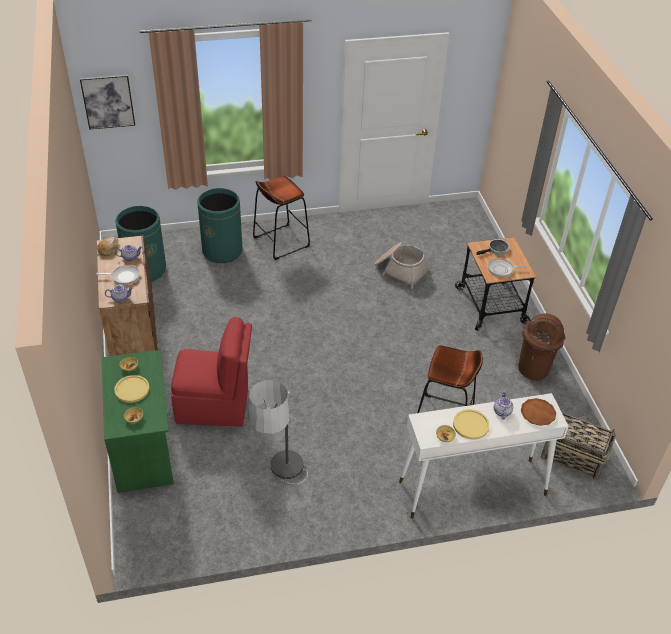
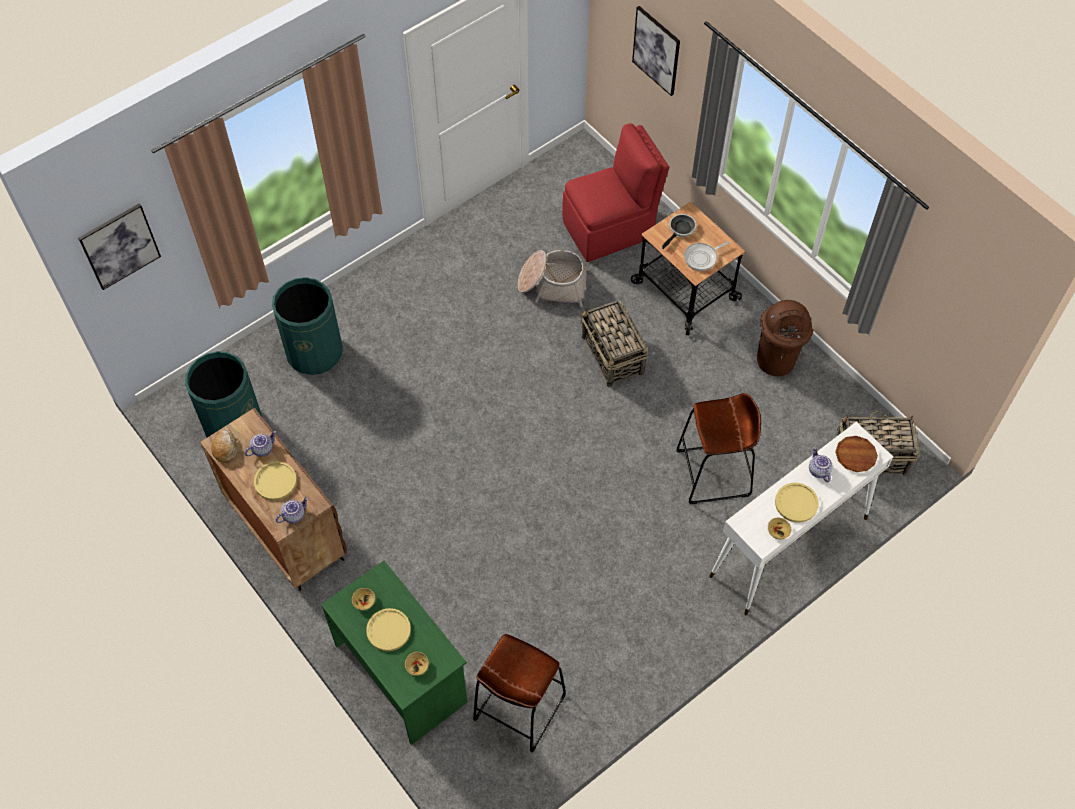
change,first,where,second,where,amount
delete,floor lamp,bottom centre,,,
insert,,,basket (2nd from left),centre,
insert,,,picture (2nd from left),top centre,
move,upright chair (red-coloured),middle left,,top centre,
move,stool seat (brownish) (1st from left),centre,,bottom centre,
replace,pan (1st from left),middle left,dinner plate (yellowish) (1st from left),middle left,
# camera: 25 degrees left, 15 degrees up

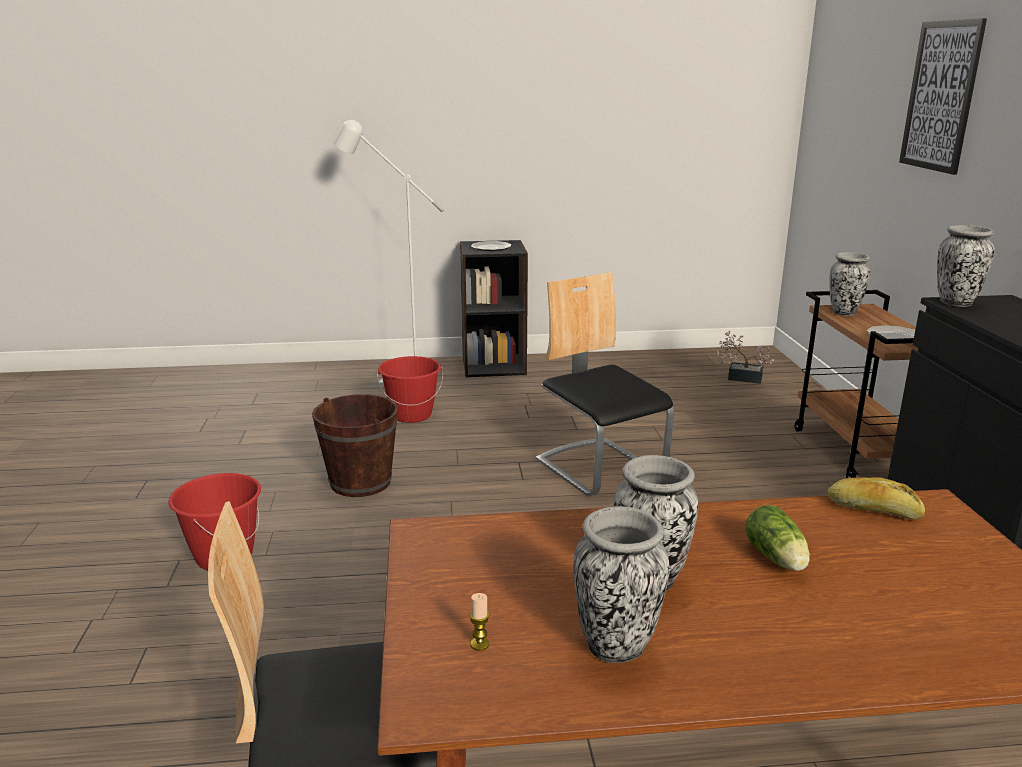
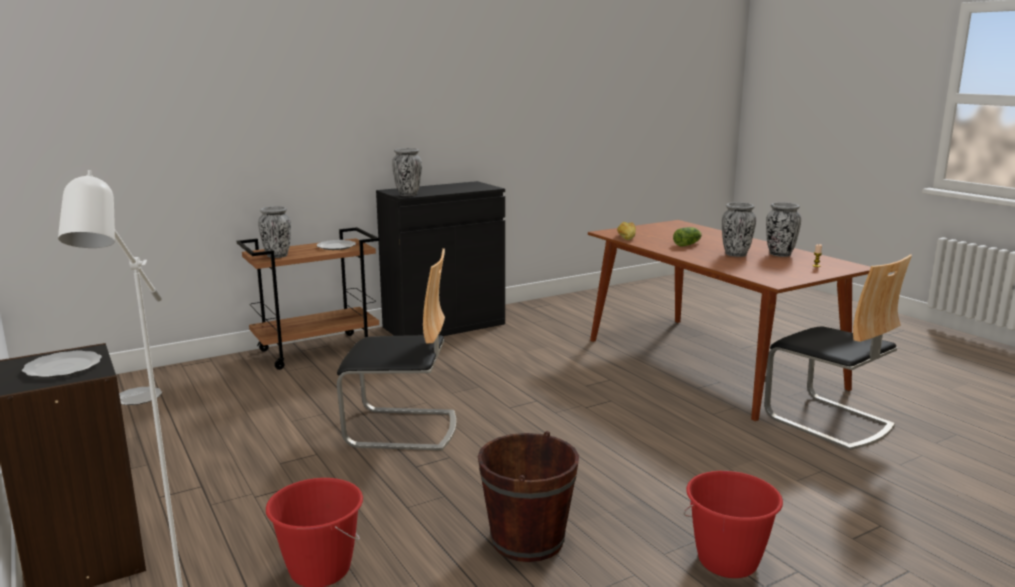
change,first,where,second,where,amount
delete,picture,top right,,,
replace,plant in a pot,middle right,dinner plate (2nd from left),bottom left,
rotate,upright chair (2nd from left in the first image),centre,upright chair (1st from left),centre,120 degrees counterclockwise
# camera: 115 degrees left, 5 degrees down

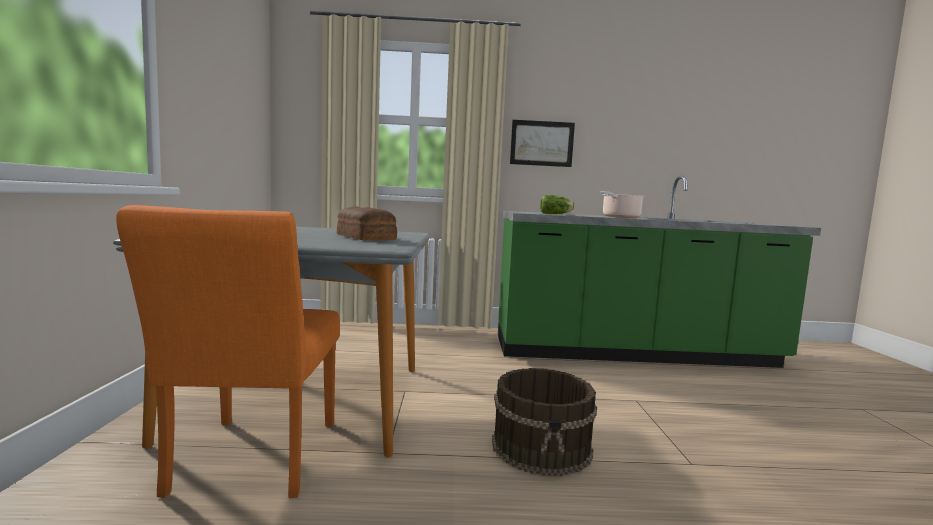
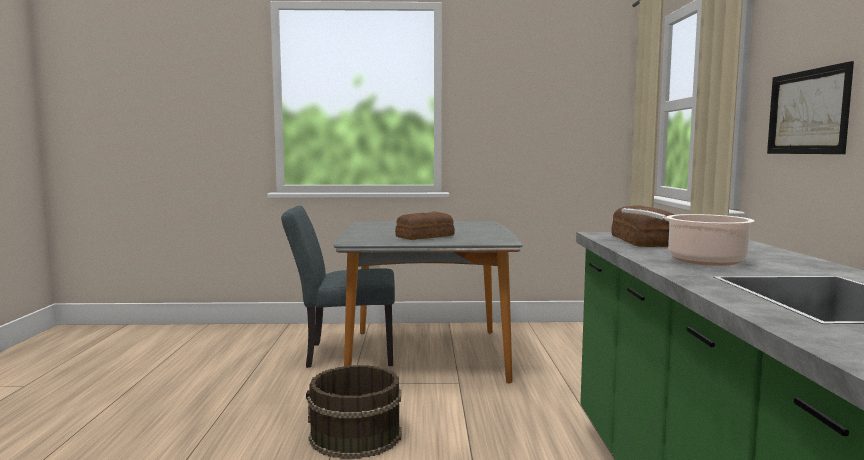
change,first,where,second,where,amount
replace,lettuce head,centre,baked bread (2nd from left),middle right,
recolor,upright chair (orange-coloured),bottom left,upright chair (gray),centre,
# camera: 90 degrees right, 0 degrees up

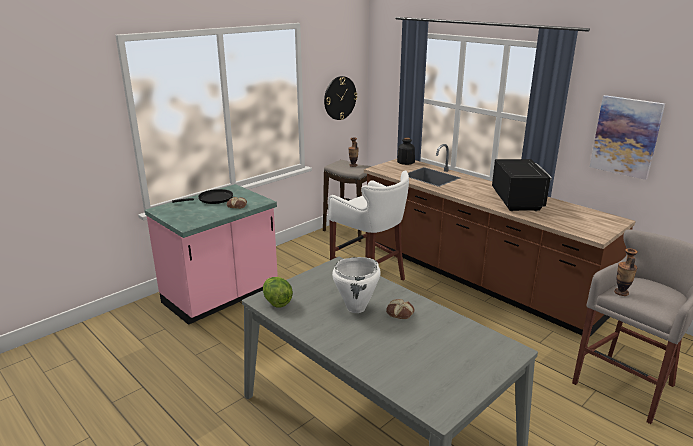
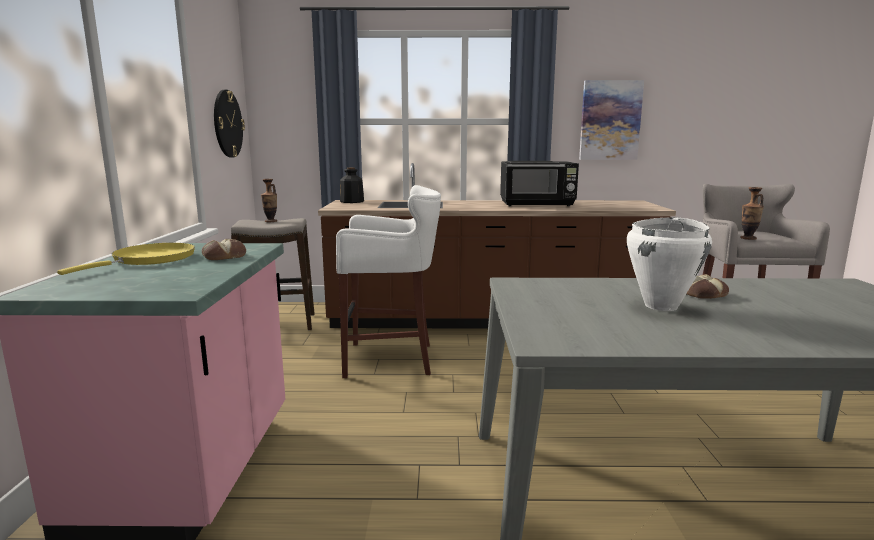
change,first,where,second,where,amount
delete,lettuce head,centre,,,
recolor,pan (black-coloured),middle left,pan (yellowish),middle left,
rotate,kitchen microwave (black-coloured),middle right,,centre,135 degrees clockwise
# camera: 45 degrees left, 10 degrees down

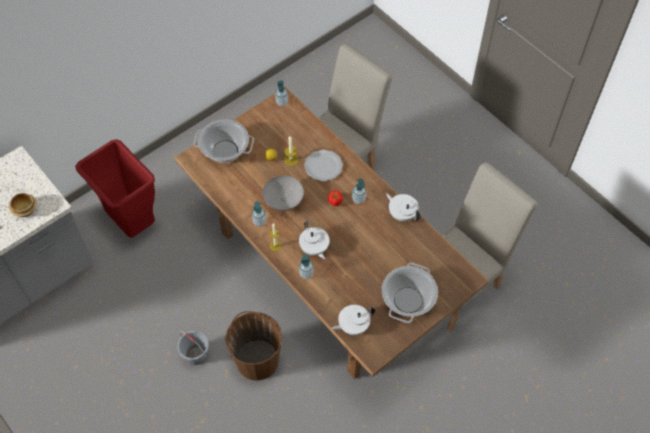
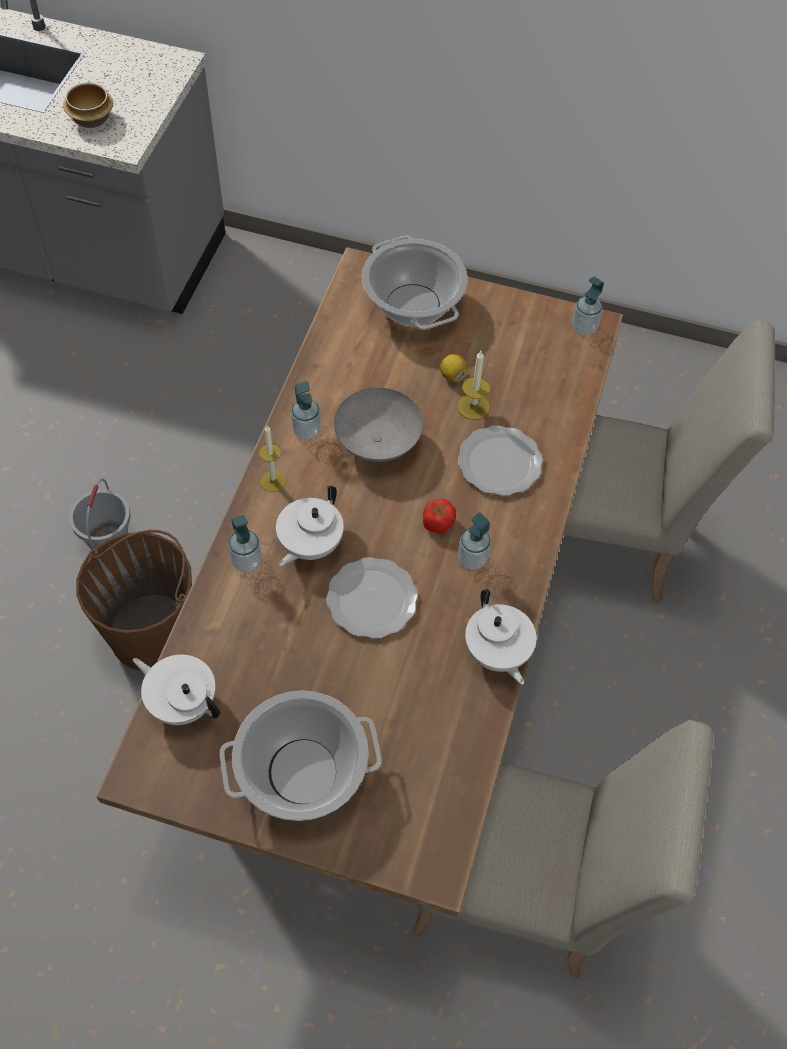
change,first,where,second,where,amount
delete,trash can (red-coloured),middle left,,,
insert,,,dinner plate (1st from left),centre,
rotate,teapot (whitish) (3rd from left),centre,,centre,150 degrees clockwise
# camera: 55 degrees right, 0 degrees up

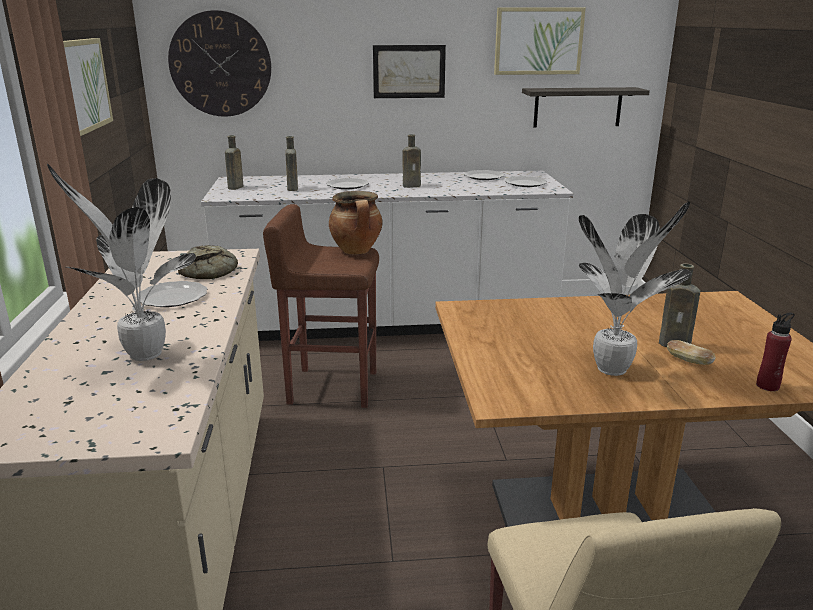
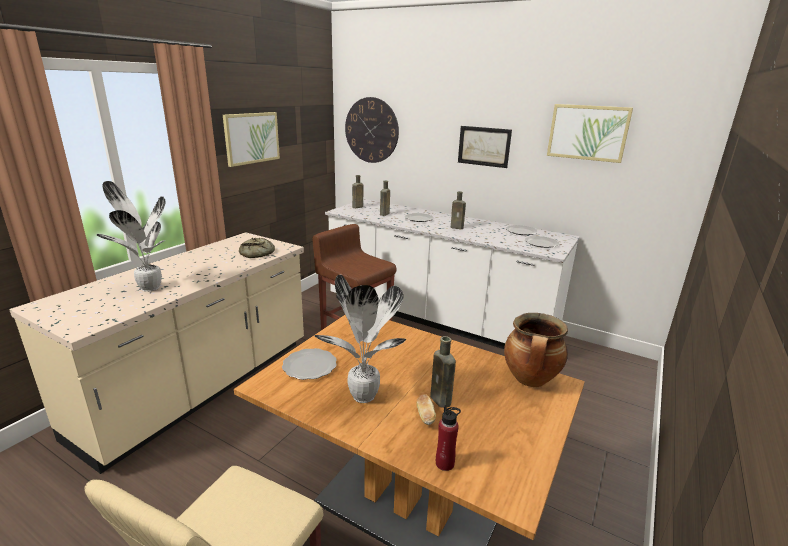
change,first,where,second,where,amount
delete,bracket shelf,top right,,,
move,dinner plate (1st from left),middle left,,bottom centre,
move,stockpot,centre,,middle right,
# camera: 35 degrees right, 0 degrees up

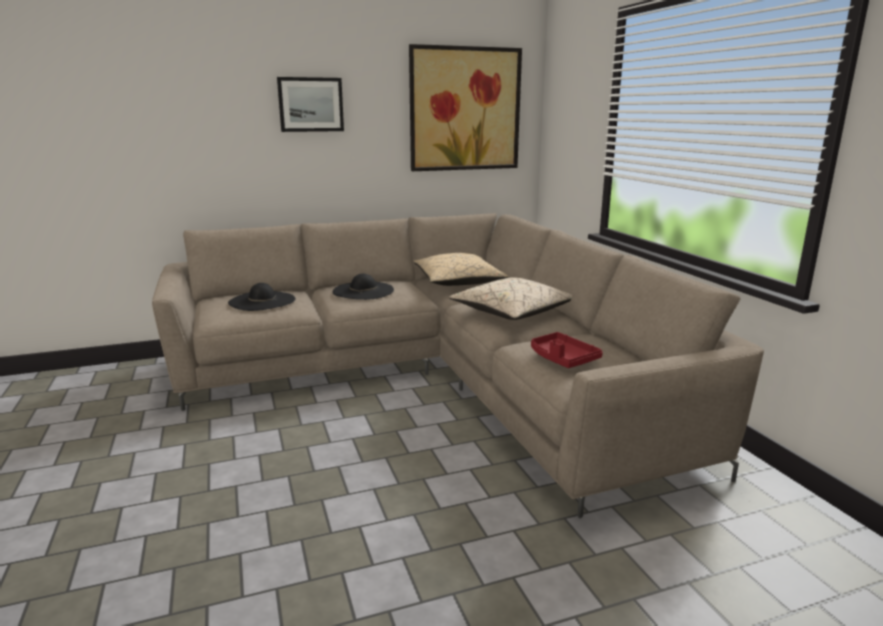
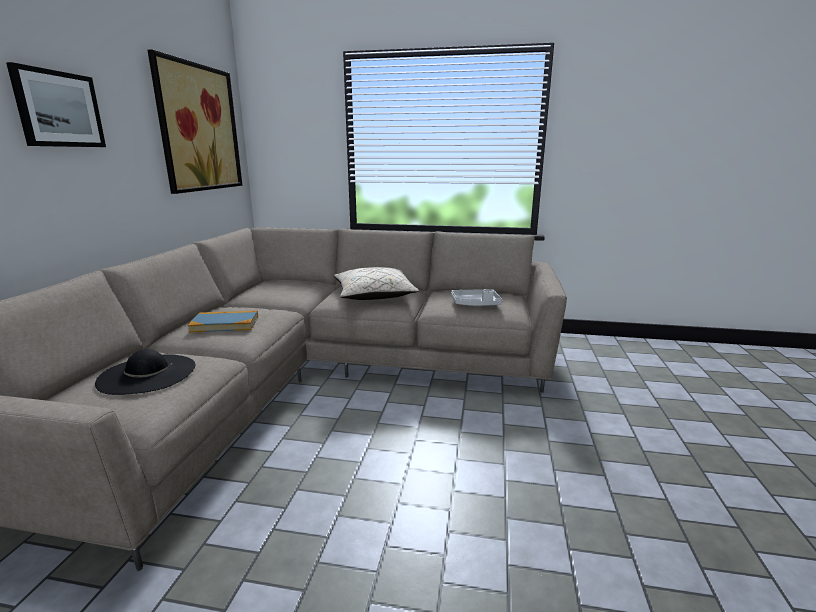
change,first,where,second,where,amount
delete,throw pillow (beige-coloured) (1st from left),centre,,,
replace,wearable hat (black-coloured) (2nd from left),centre,bound book,middle left,
recolor,serving tray (red-coloured),centre,serving tray (gray),centre,
# camera: 60 degrees left, 0 degrees up

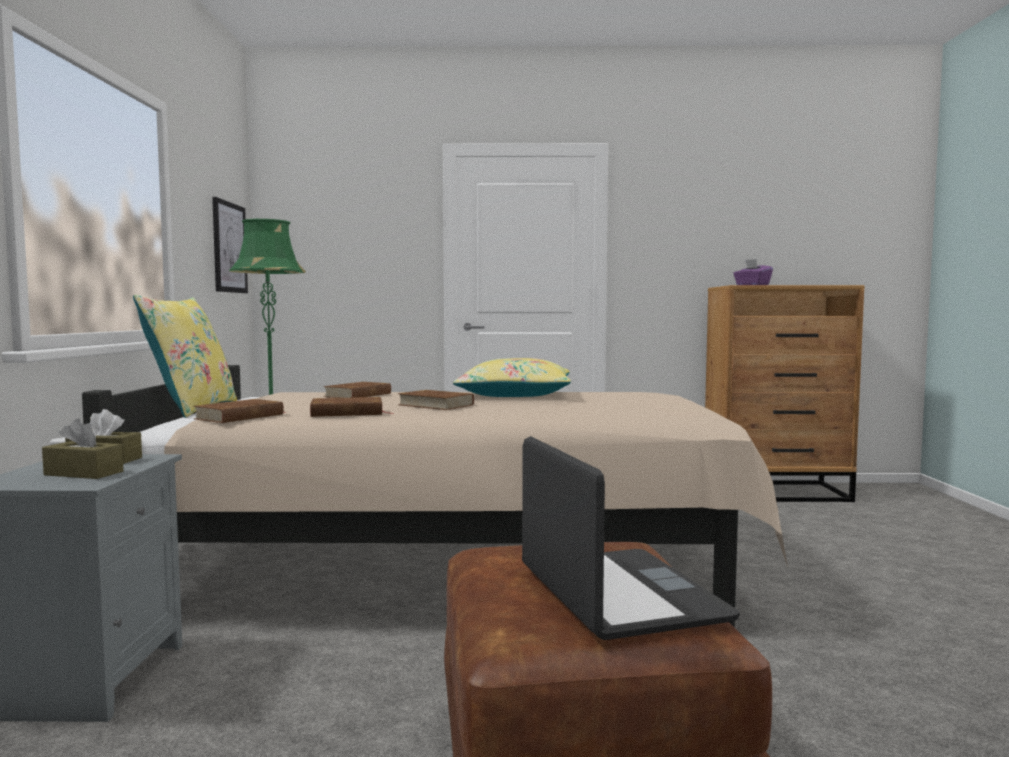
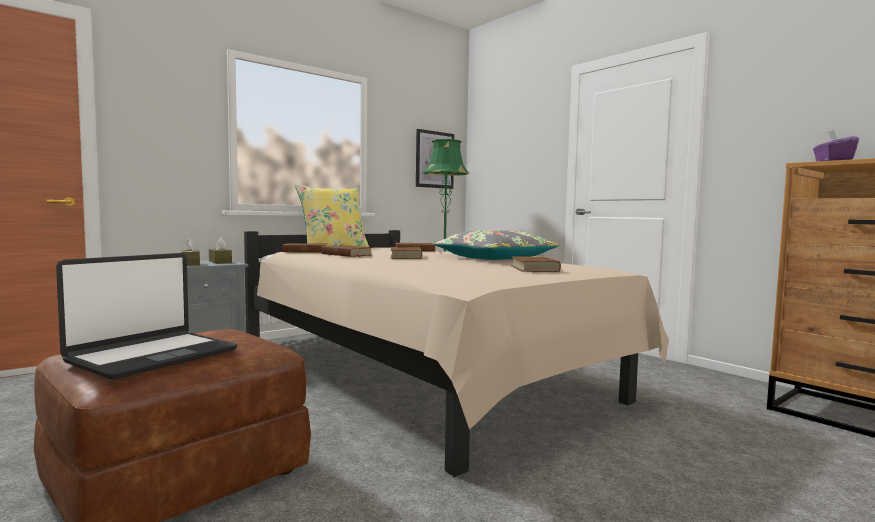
change,first,where,second,where,amount
insert,,,bound book (brownish) (5th from left),centre,
recolor,throw pillow (yellowish) (2nd from left),centre,throw pillow (gray),centre,
# camera: 50 degrees right, 0 degrees up

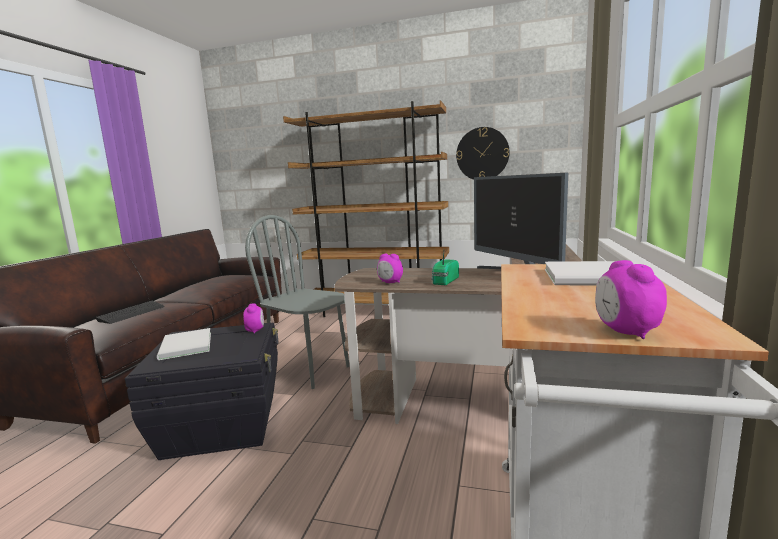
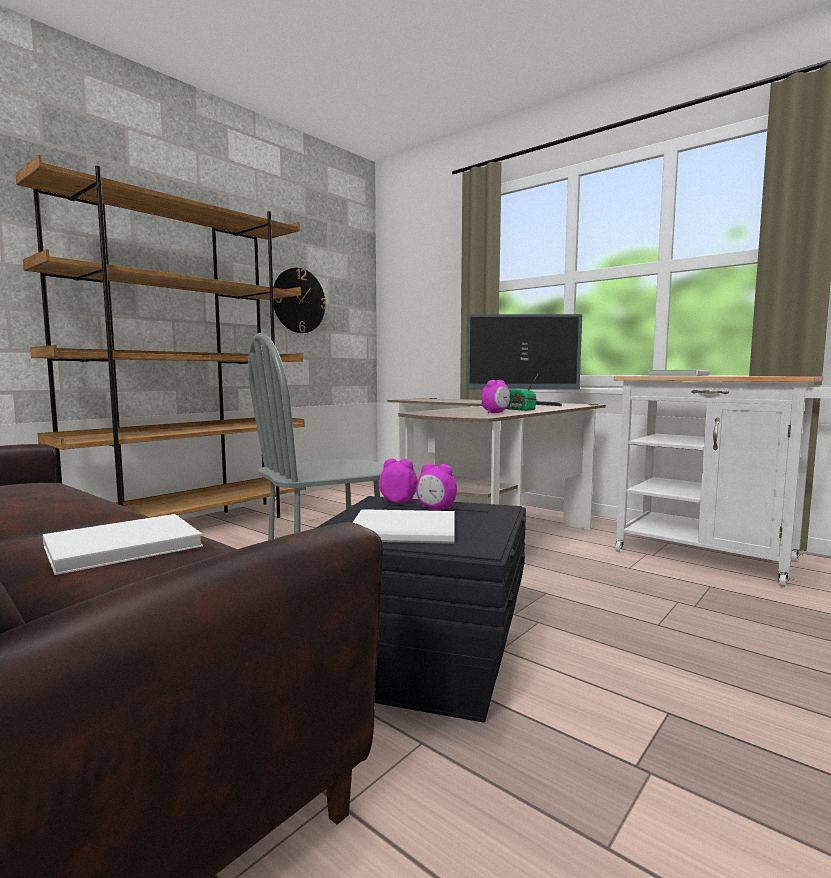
change,first,where,second,where,amount
move,alarm clock (3rd from left in the first image),middle right,alarm clock (2nd from left),centre,
replace,keyboard,middle left,bound book (whitish) (1st from left),middle left,
# camera: 65 degrees left, 5 degrees down

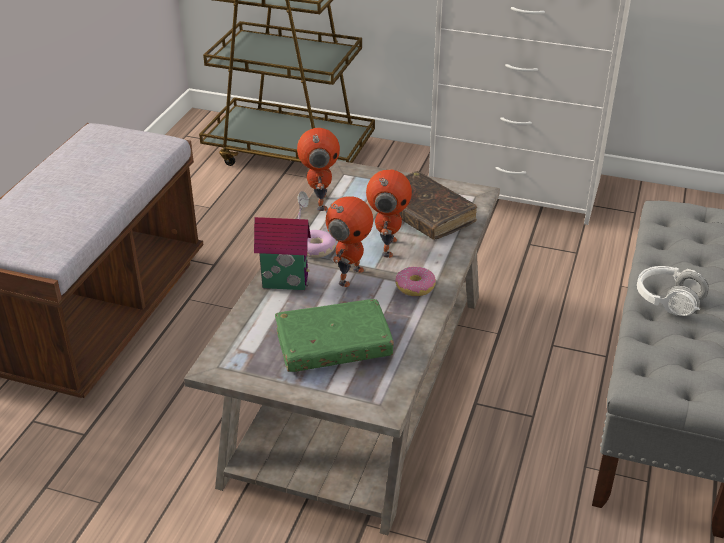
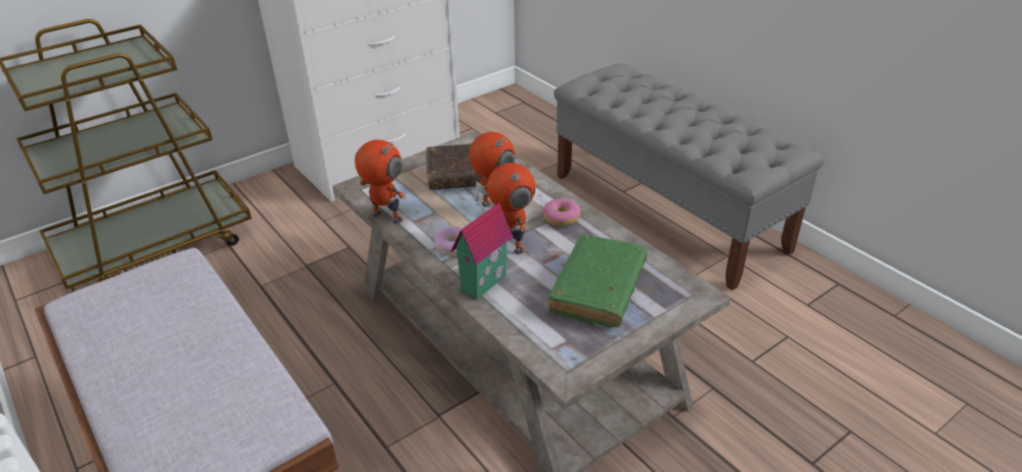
change,first,where,second,where,amount
delete,pair of headphones (whitish),middle right,,,
# camera: 55 degrees left, 0 degrees up

